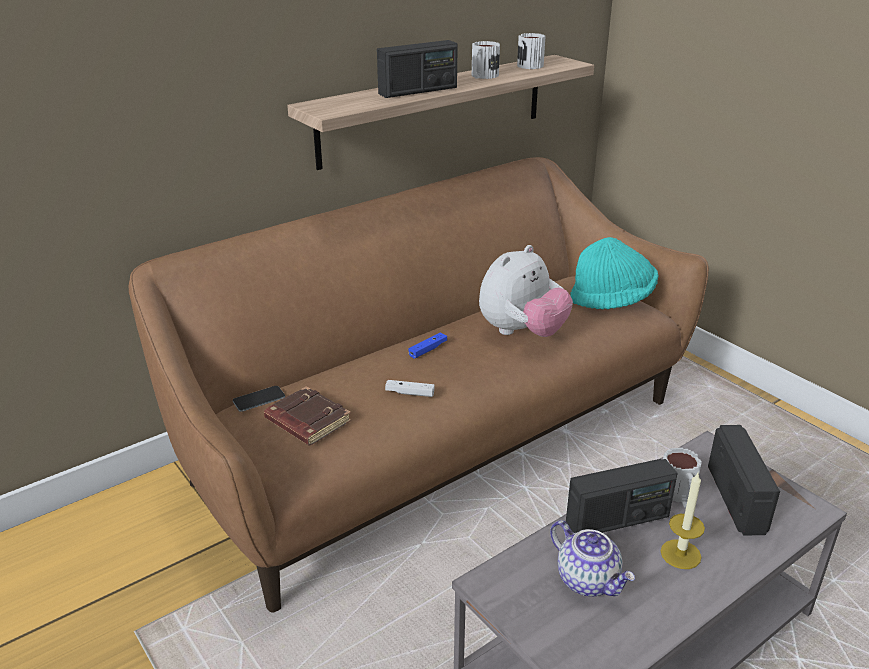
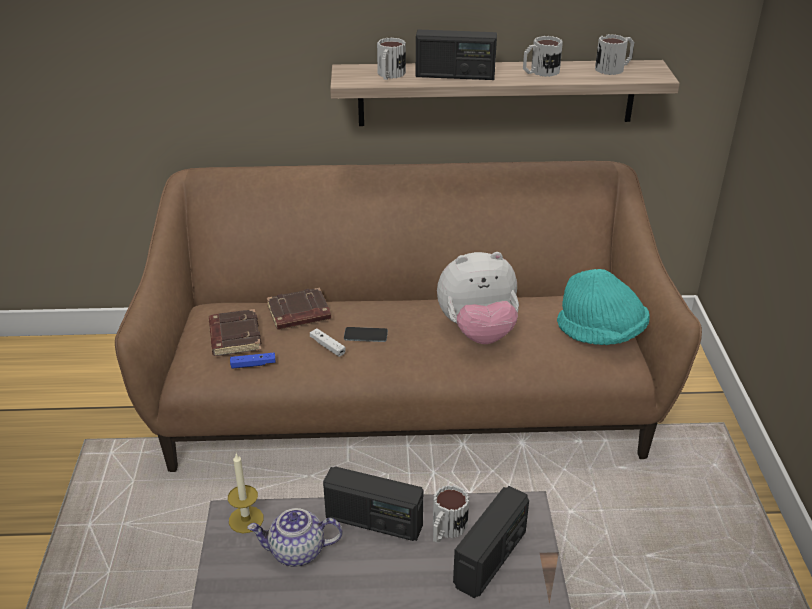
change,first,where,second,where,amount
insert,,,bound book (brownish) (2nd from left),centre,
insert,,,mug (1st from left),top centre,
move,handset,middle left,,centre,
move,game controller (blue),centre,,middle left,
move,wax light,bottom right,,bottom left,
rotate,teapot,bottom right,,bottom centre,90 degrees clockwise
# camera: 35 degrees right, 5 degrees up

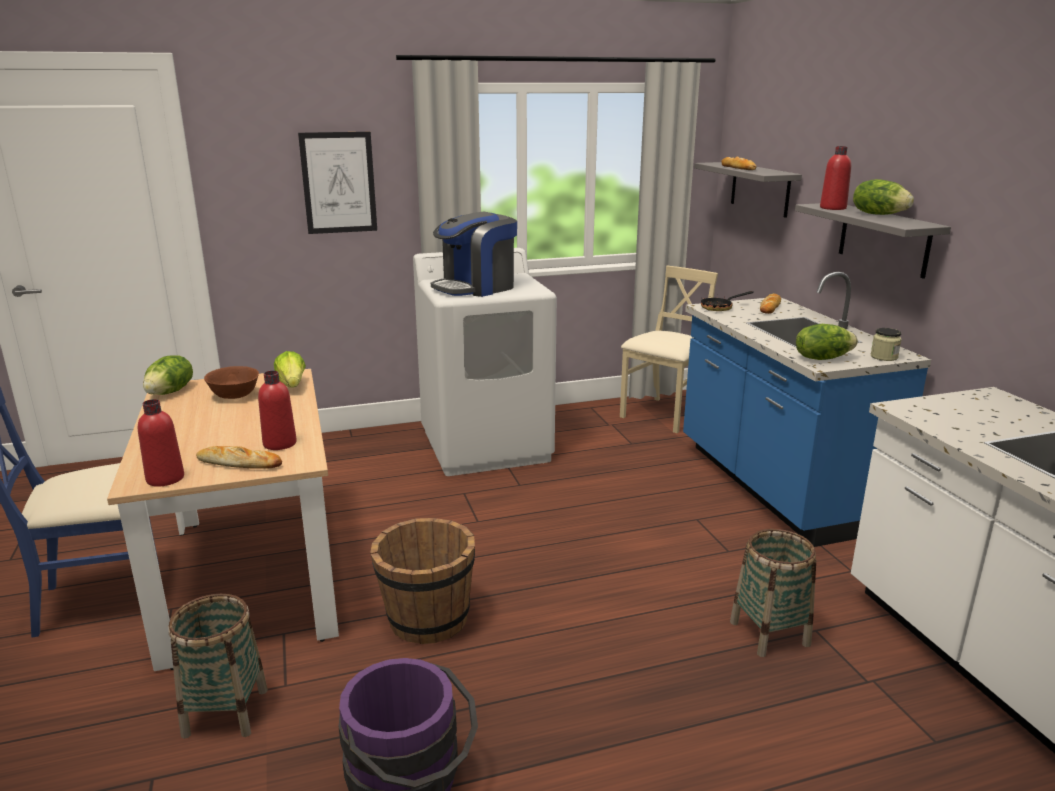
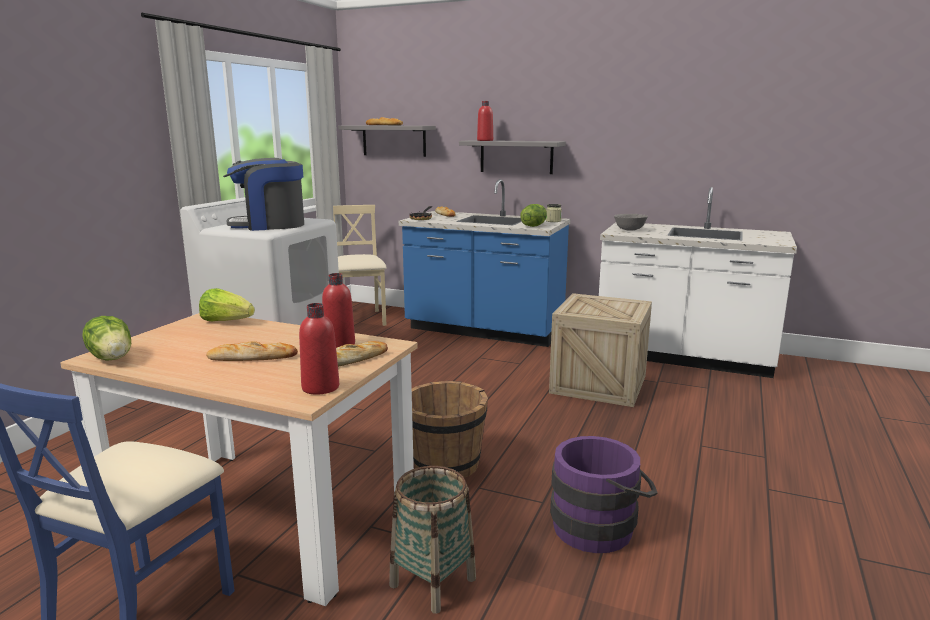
change,first,where,second,where,amount
delete,serving bowl (brownish),middle left,,,
delete,picture,top left,,,
delete,lettuce head (4th from left),top right,,,
insert,,,baked bread (1st from left),middle left,
insert,,,serving bowl (gray),middle right,
replace,basket (2nd from left),bottom right,packing crate,centre,
rotate,coffee brewer,top centre,,top left,75 degrees clockwise
# camera: 50 degrees left, 5 degrees down

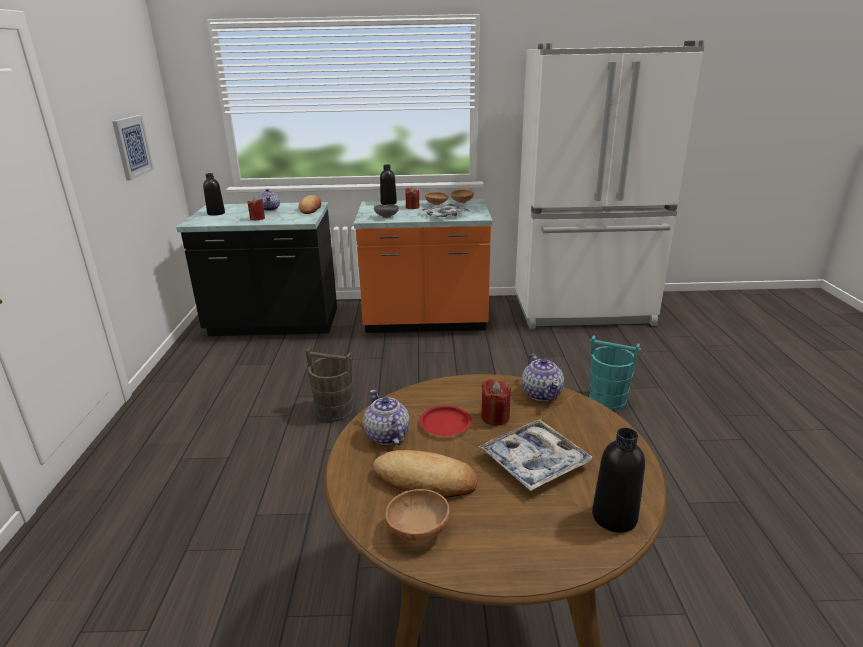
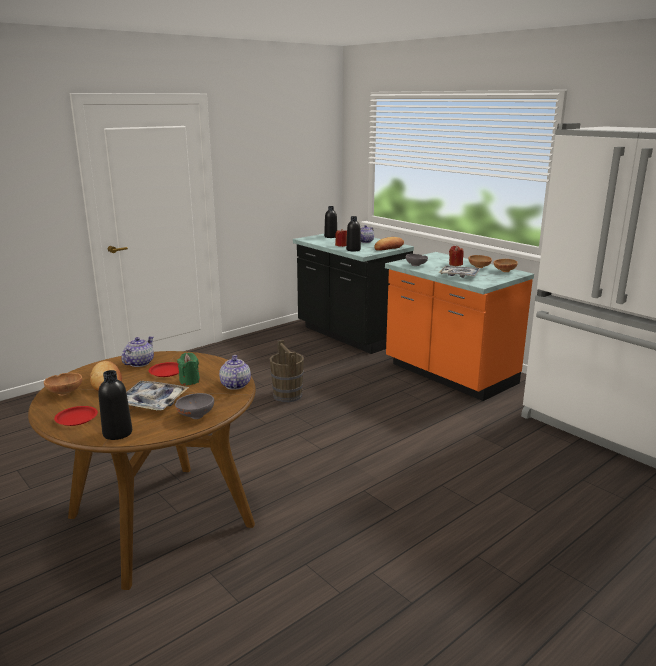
change,first,where,second,where,amount
delete,picture,top left,,,
delete,water bucket (turquoise-coloured),middle right,,,
insert,,,dinner plate (red-coloured) (1st from left),middle left,
insert,,,serving bowl (gray) (1st from left),middle left,
move,bottle (black-coloured) (2nd from left in the first image),top centre,bottle (black-coloured) (3rd from left),centre,
recolor,wax light (red-coloured) (3rd from left),centre,wax light (greenish),middle left,
rotate,teapot (3rd from left in the first image),centre,teapot (2nd from left),centre,135 degrees clockwise
# camera: 50 degrees right, 5 degrees down

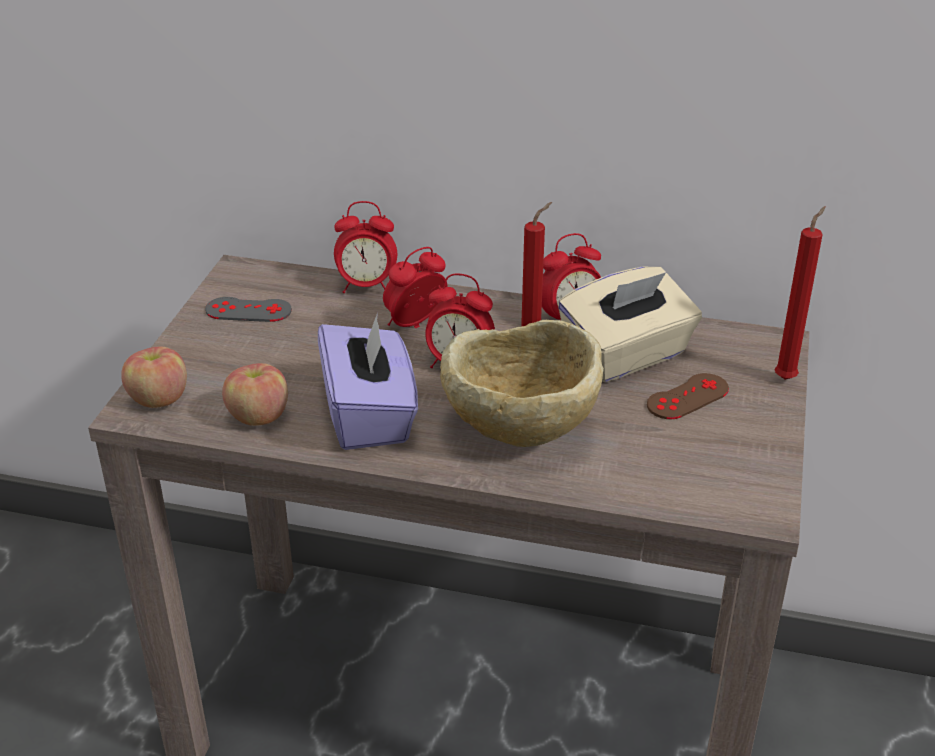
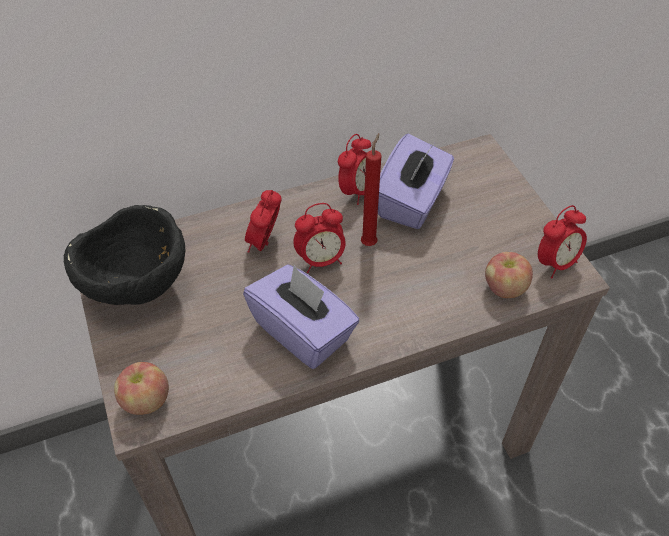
change,first,where,second,where,amount
delete,serving bowl (beige-coloured),centre,,,
delete,game controller (brownish),middle right,,,
delete,wax light (red-coloured) (2nd from left),middle right,,,
move,apple fruit (2nd from left),middle left,,middle right,
move,alarm clock (1st from left in the first image),top centre,alarm clock (4th from left),middle right,
replace,game controller (gray),middle left,serving bowl (black-coloured),middle left,
recolor,box of tissues (beige-coloured),middle right,box of tissues (purple) (2nd from left),centre,
# camera: 35 degrees left, 15 degrees up

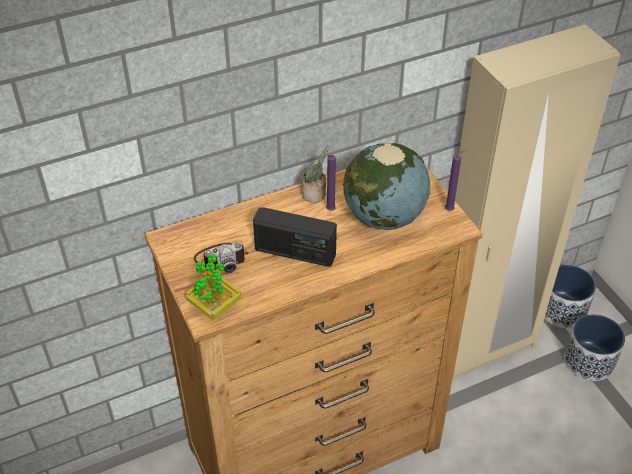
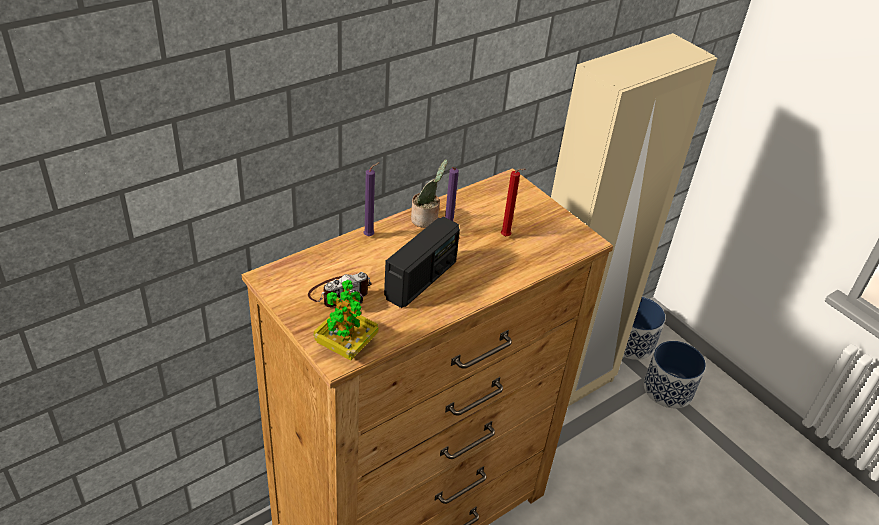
change,first,where,second,where,amount
move,wax light (purple) (2nd from left in the first image),middle right,wax light (purple) (1st from left),centre,
replace,desk globe,centre,wax light (red-coloured),centre,
rotate,radio receiver,centre,,centre,60 degrees counterclockwise
# camera: 15 degrees left, 5 degrees down

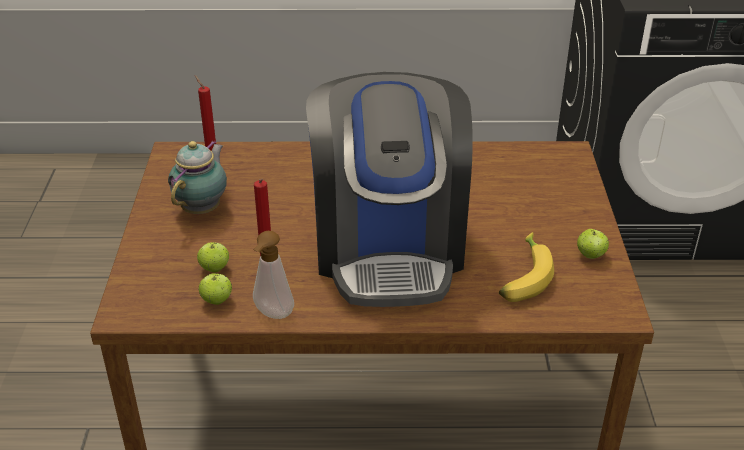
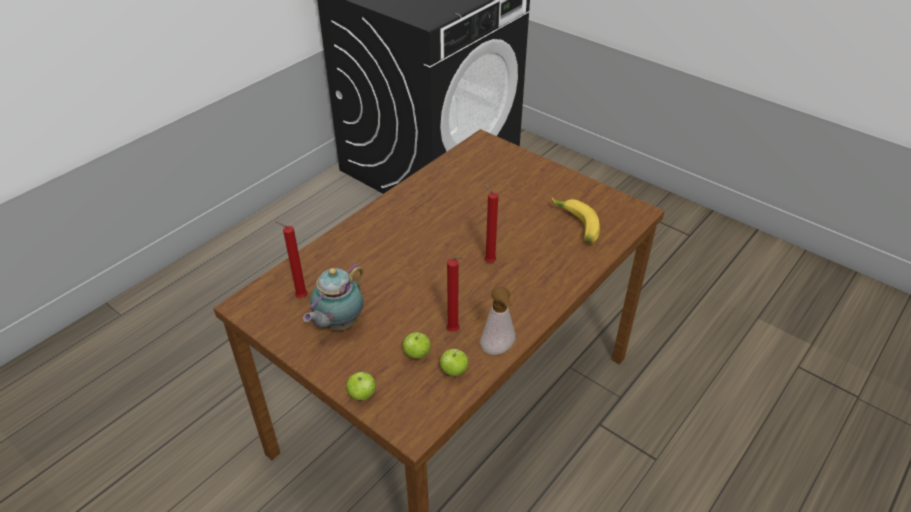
change,first,where,second,where,amount
move,apple fruit (3rd from left in the first image),middle right,apple fruit (1st from left),bottom centre,
replace,coffee brewer,centre,wax light (red-coloured) (3rd from left),centre,
rotate,teapot,middle left,,centre,120 degrees counterclockwise
# camera: 50 degrees left, 5 degrees up

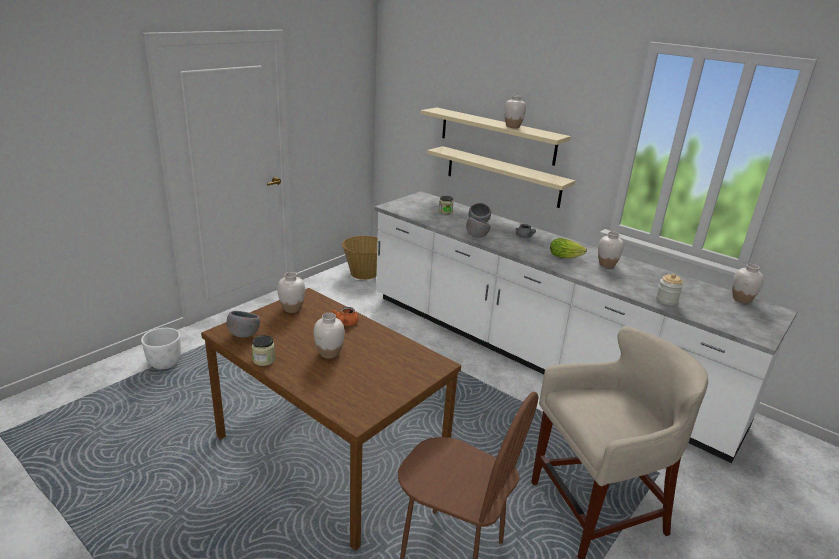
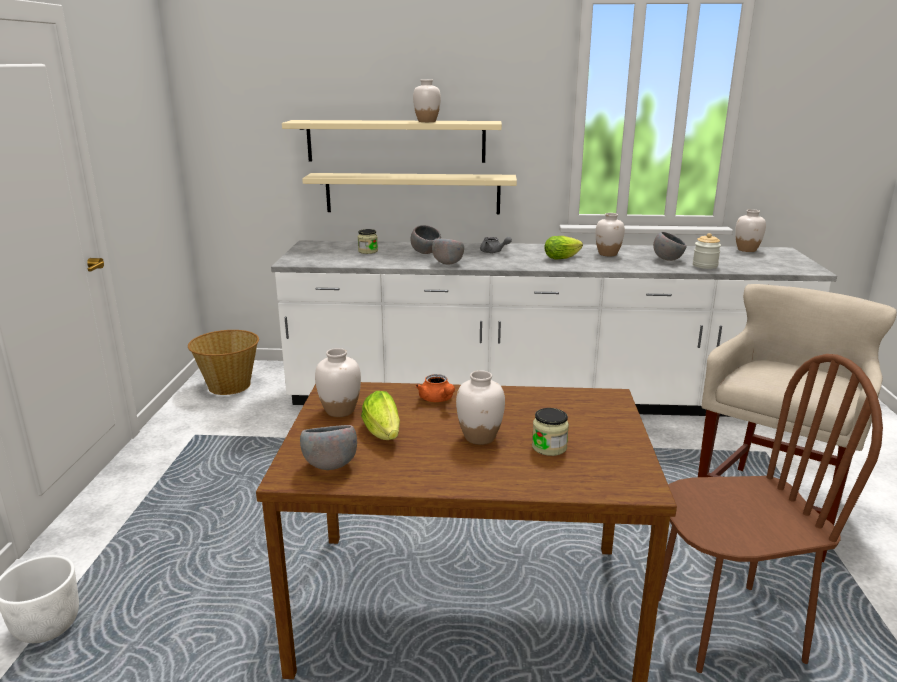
change,first,where,second,where,amount
insert,,,lettuce head (1st from left),centre,
insert,,,serving bowl (gray) (4th from left),middle right,
move,preserve jar (1st from left in the first image),middle left,preserve jar (2nd from left),centre,
# camera: 35 degrees left, 5 degrees down

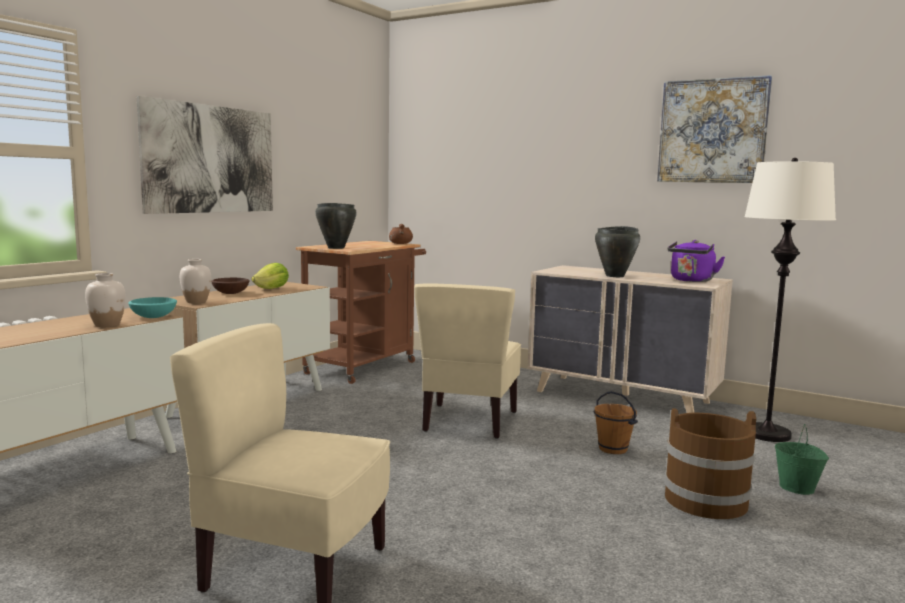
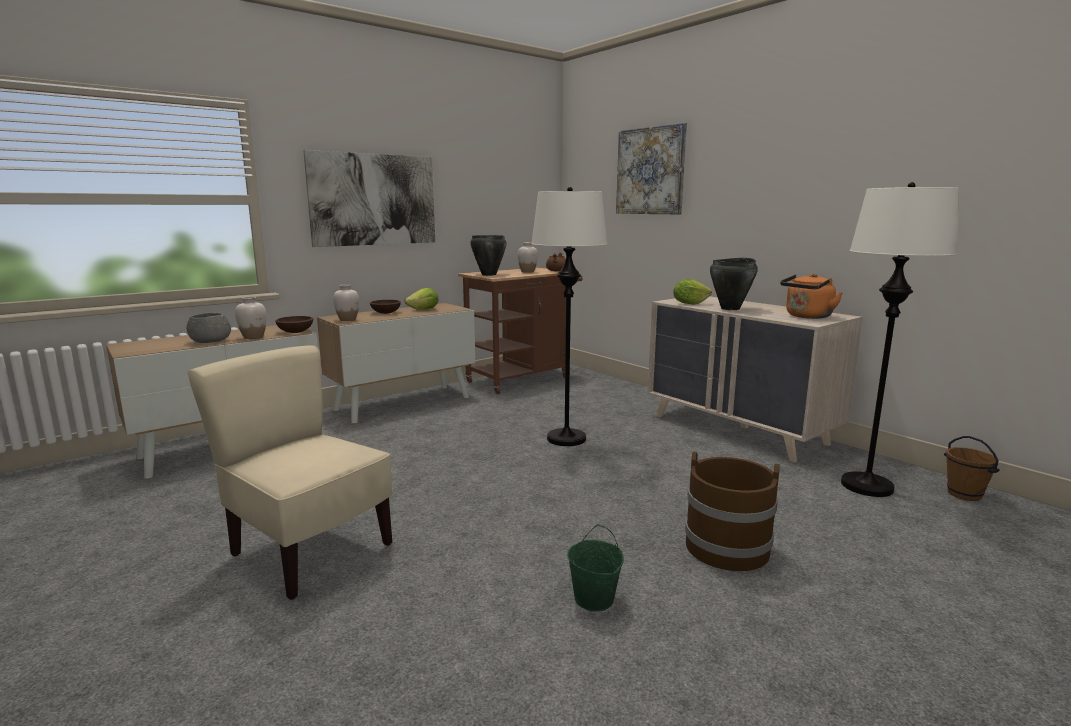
change,first,where,second,where,amount
insert,,,serving bowl (gray),middle left,
insert,,,vase (whitish) (3rd from left),centre,
insert,,,lettuce head (2nd from left),centre,
move,water bucket (brownish) (1st from left in the first image),bottom right,water bucket (brownish) (2nd from left),middle right,
move,picture (2nd from left),top right,,top centre,
move,water bucket (greenish),bottom right,,bottom centre,
replace,upright chair (beige-coloured) (2nd from left),centre,floor lamp (whitish) (1st from left),centre,
recolor,serving bowl (turquoise-coloured),middle left,serving bowl (brownish) (1st from left),middle left,
recolor,water kettle (purple),middle right,water kettle (orange-coloured),middle right,
# camera: 20 degrees right, 5 degrees up

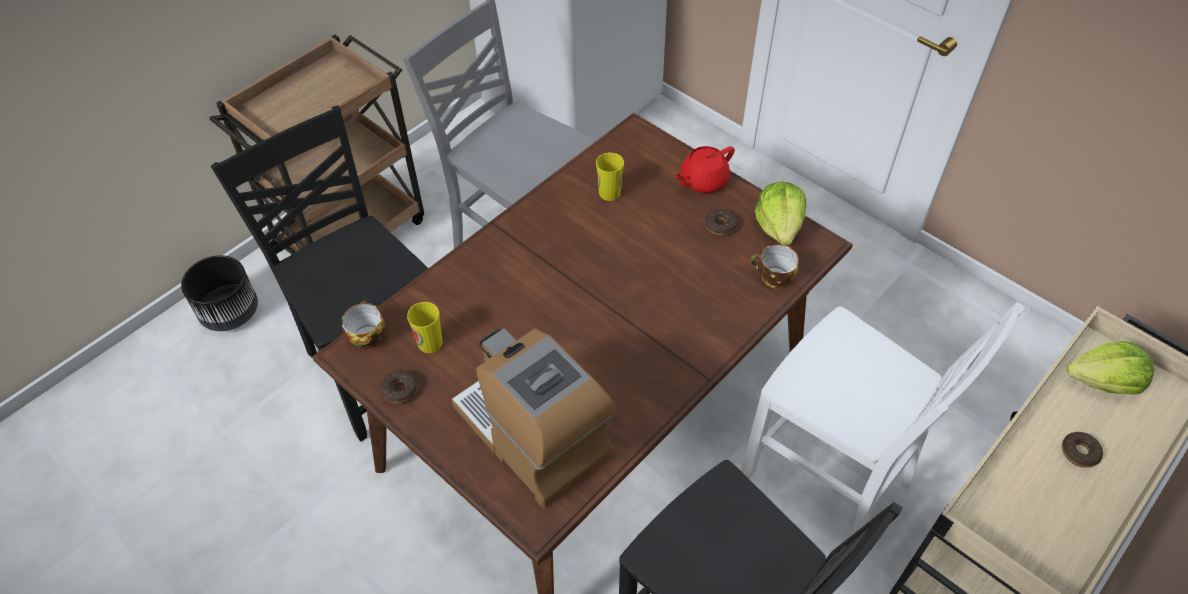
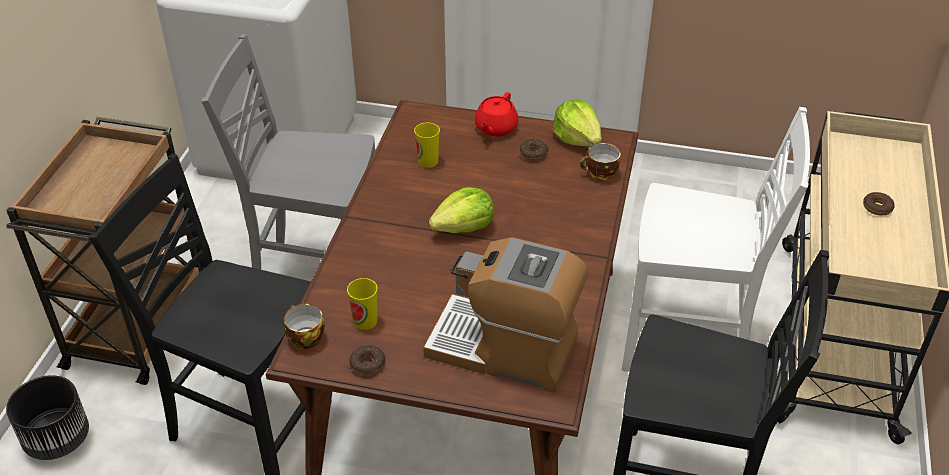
change,first,where,second,where,amount
move,lettuce head (2nd from left in the first image),middle right,lettuce head (1st from left),centre,
# camera: 30 degrees left, 10 degrees down

